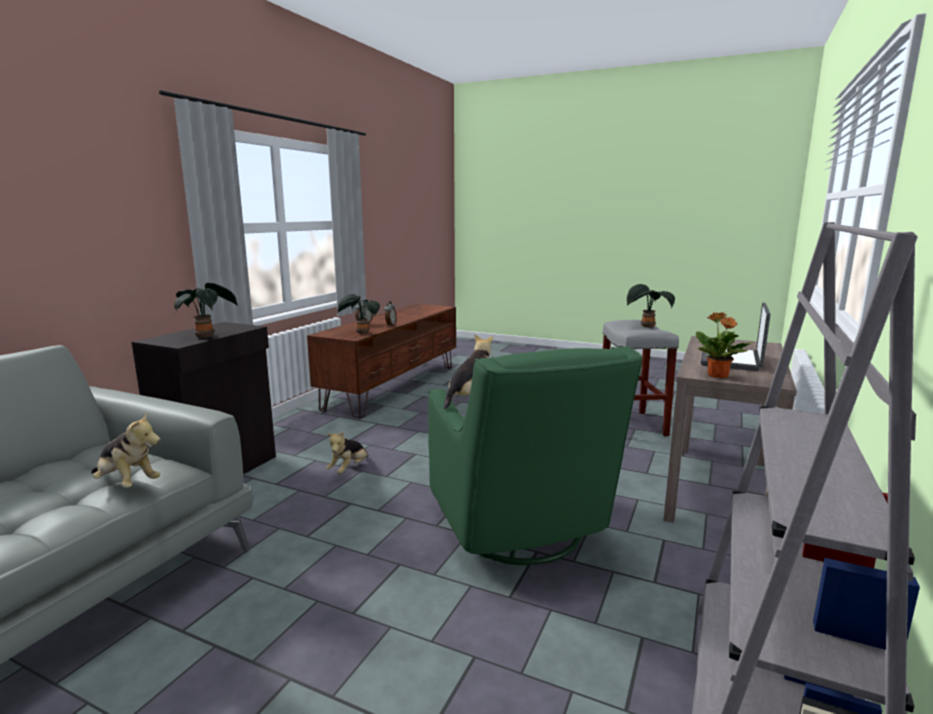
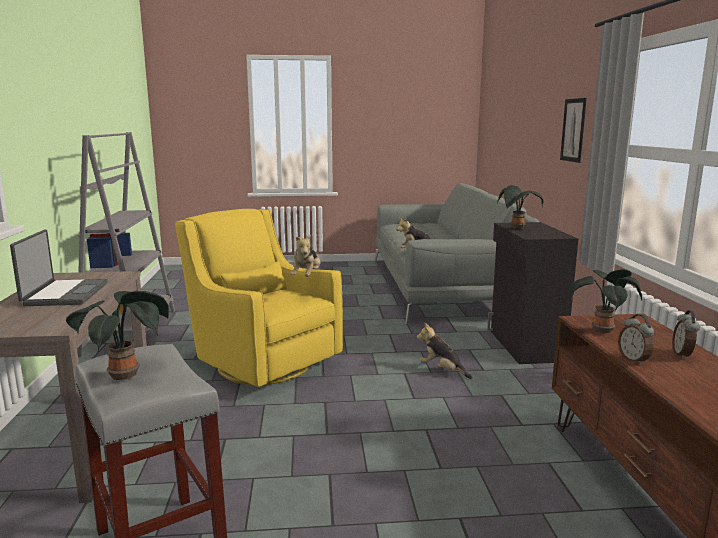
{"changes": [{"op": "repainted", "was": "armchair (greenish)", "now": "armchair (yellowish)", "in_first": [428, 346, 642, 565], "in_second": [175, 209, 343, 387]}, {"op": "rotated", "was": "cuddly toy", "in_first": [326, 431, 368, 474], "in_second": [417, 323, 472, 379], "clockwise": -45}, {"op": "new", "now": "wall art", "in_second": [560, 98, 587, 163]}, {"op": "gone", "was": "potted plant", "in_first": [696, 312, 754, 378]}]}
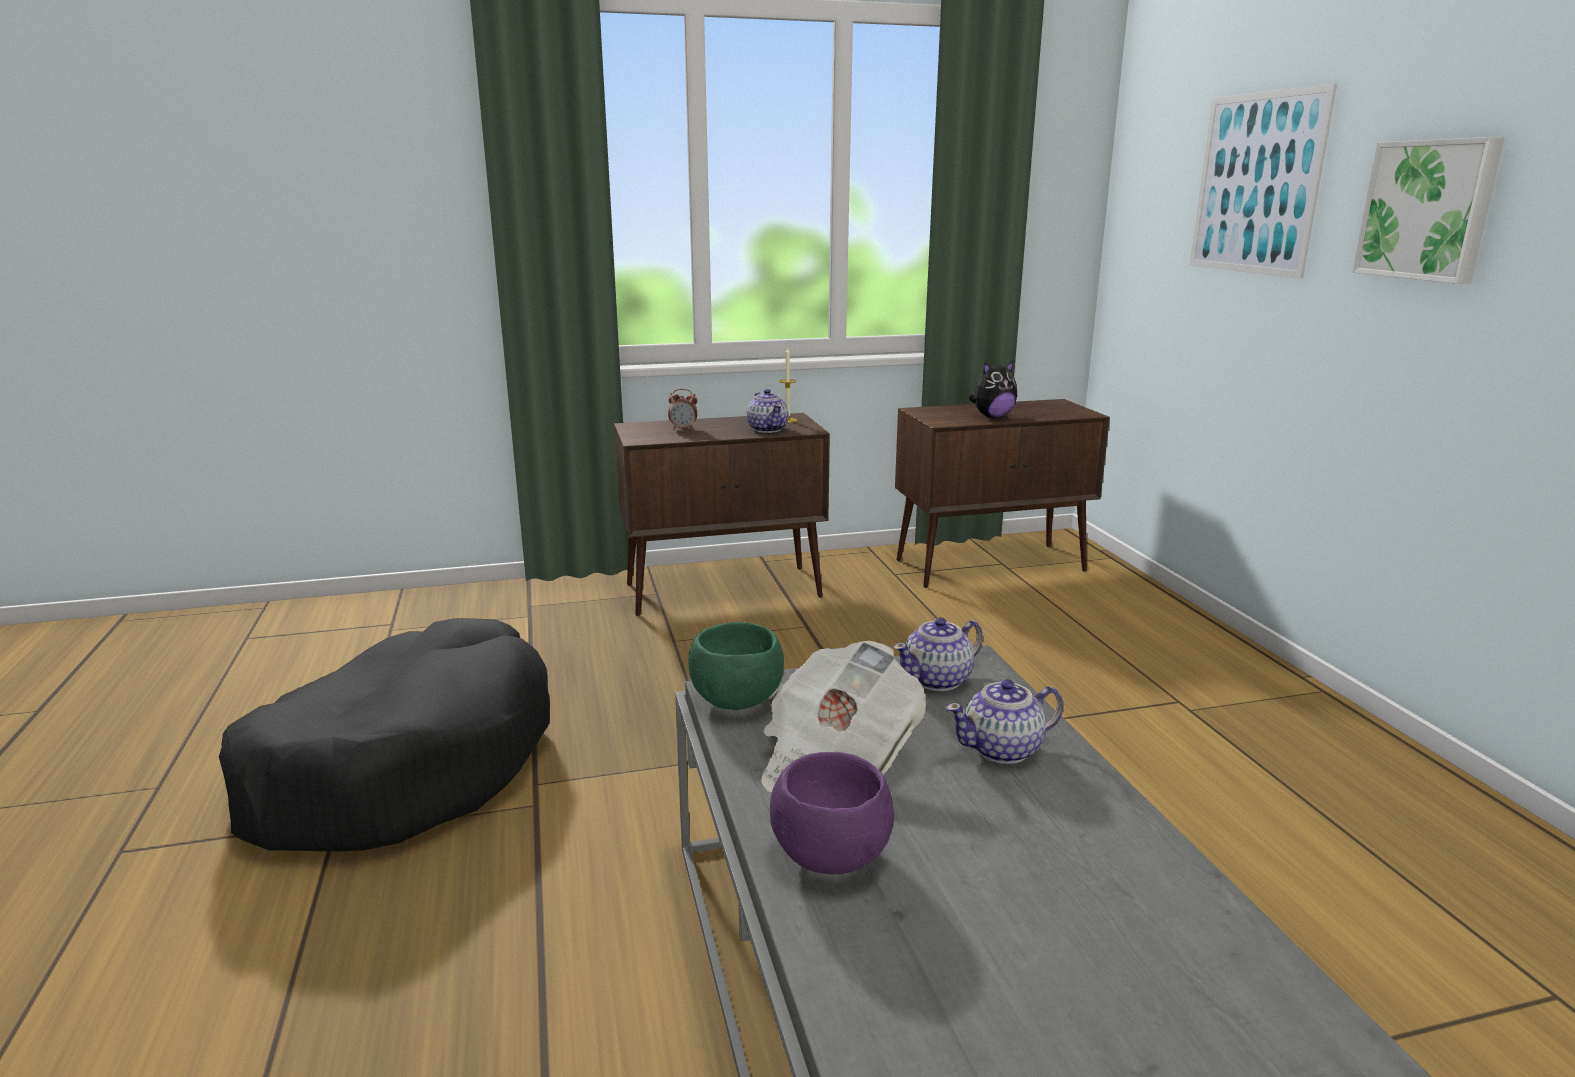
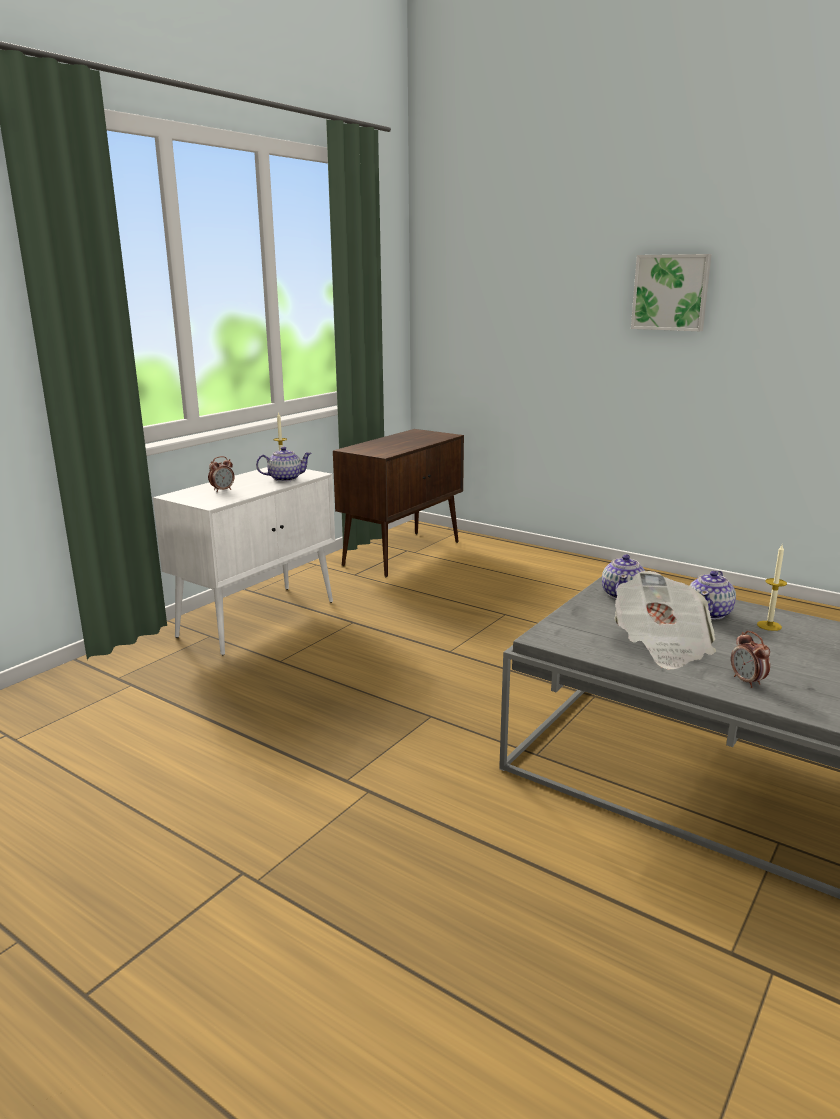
{"changes": [{"op": "repainted", "was": "cabinet (brown)", "now": "cabinet (white-coloured)", "in_first": [614, 413, 830, 616], "in_second": [153, 467, 335, 655]}, {"op": "rotated", "was": "pot for tea", "in_first": [747, 389, 789, 433], "in_second": [256, 447, 312, 482], "clockwise": -45}, {"op": "swapped", "was": "serving bowl (purple)", "now": "bedside clock", "in_first": [770, 752, 894, 875], "in_second": [731, 631, 770, 688]}, {"op": "new", "now": "wax candle", "in_second": [757, 545, 787, 631]}, {"op": "gone", "was": "pet bed (black-coloured)", "in_first": [219, 618, 550, 852]}, {"op": "gone", "was": "serving bowl (greenish)", "in_first": [688, 622, 784, 710]}, {"op": "gone", "was": "cuddly toy", "in_first": [969, 361, 1017, 418]}, {"op": "gone", "was": "wall art", "in_first": [1190, 83, 1337, 279]}]}
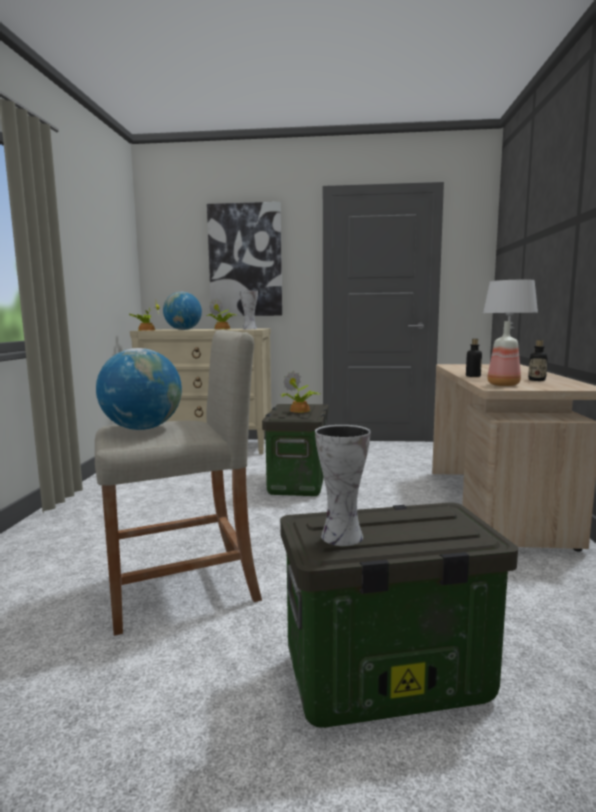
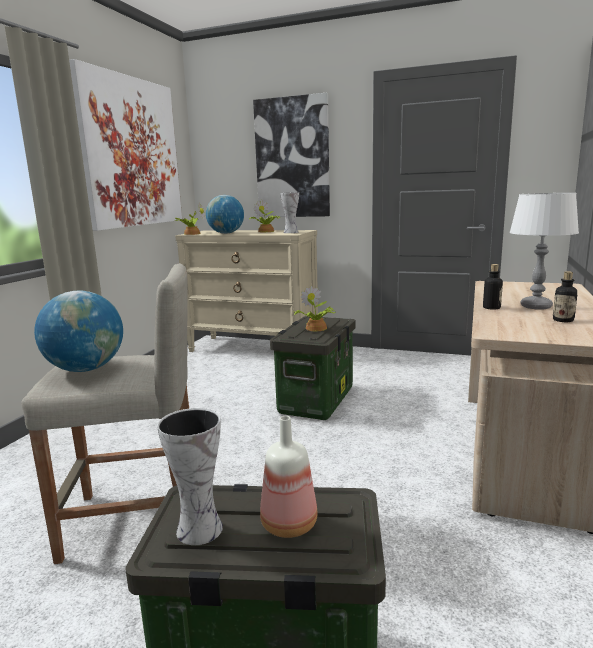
{"changes": [{"op": "new", "now": "wall art", "in_second": [69, 59, 182, 231]}, {"op": "shifted", "was": "drink bottle", "in_first": [487, 321, 521, 386], "in_second": [260, 416, 317, 538]}]}
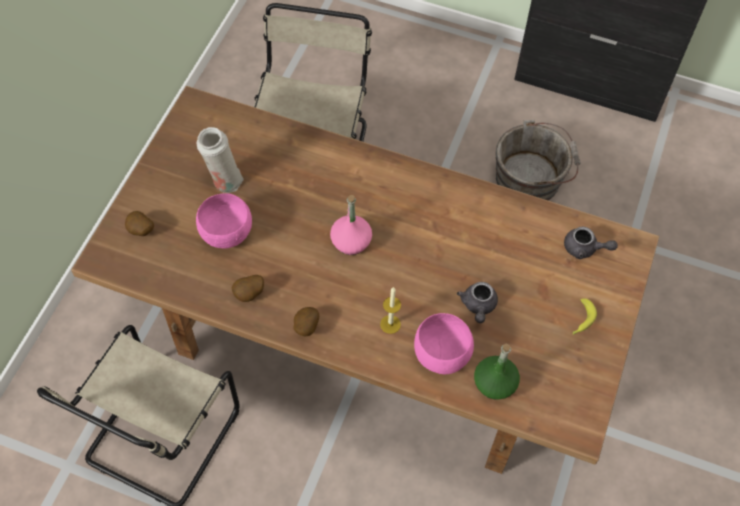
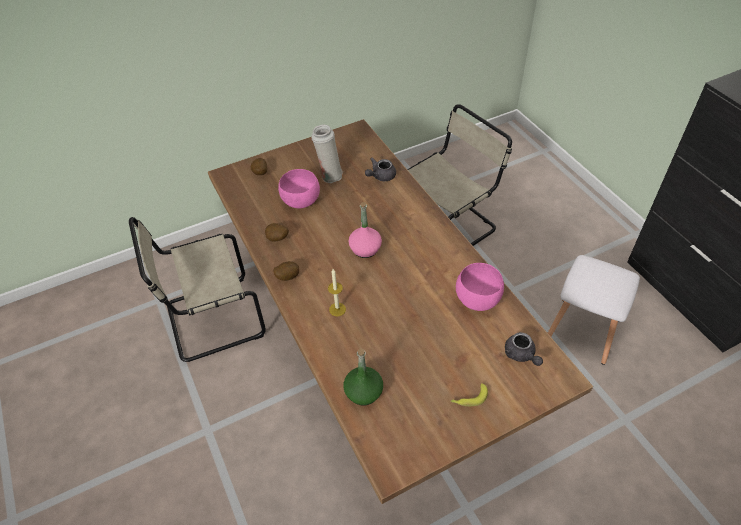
{"changes": [{"op": "shifted", "was": "pot for tea (gray)", "in_first": [457, 282, 498, 323], "in_second": [365, 158, 396, 181]}, {"op": "shifted", "was": "serving bowl (pinkish)", "in_first": [414, 313, 474, 374], "in_second": [456, 263, 504, 311]}, {"op": "swapped", "was": "pail (gray)", "now": "sitting stool (white-coloured)", "in_first": [496, 120, 581, 200], "in_second": [548, 255, 640, 365]}]}
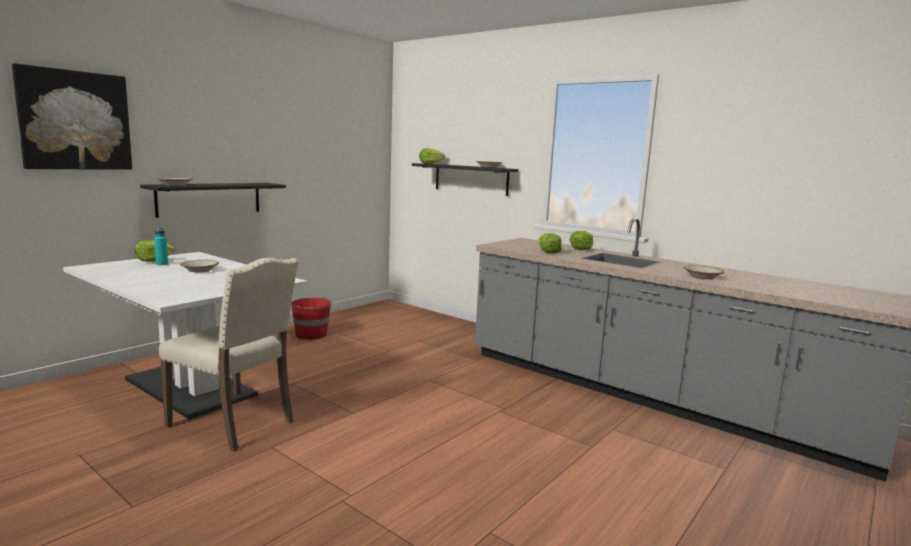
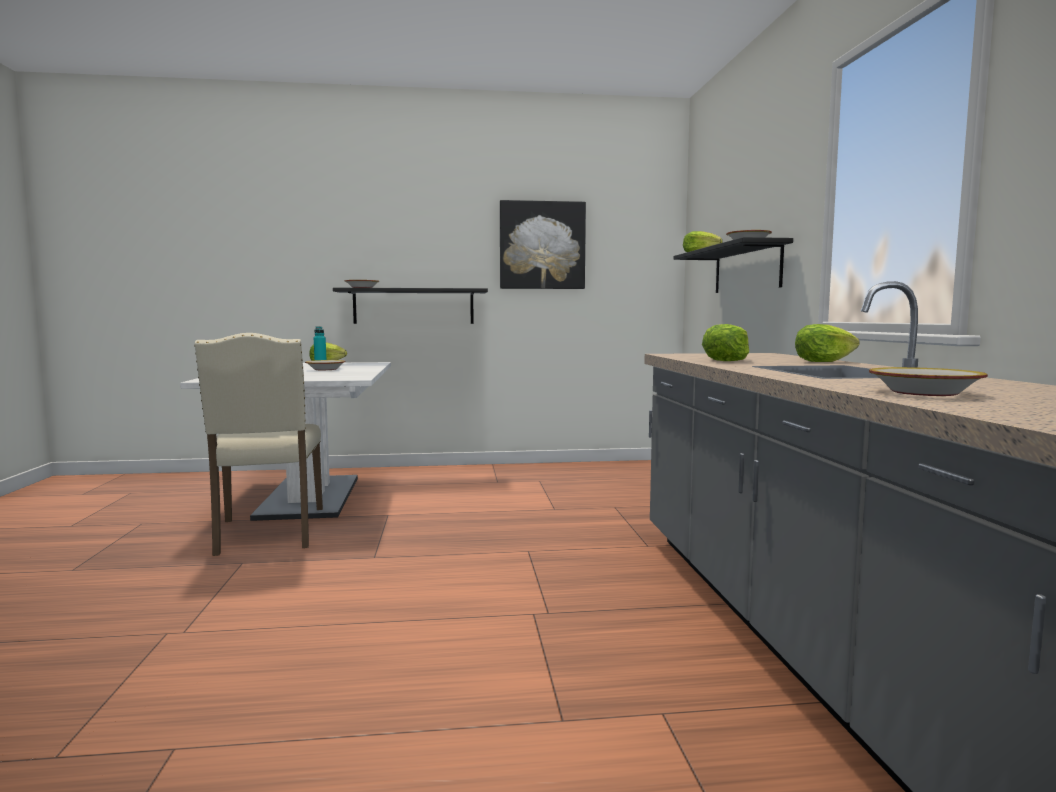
{"changes": [{"op": "shifted", "was": "wall art", "in_first": [12, 63, 132, 170], "in_second": [500, 200, 586, 289]}, {"op": "gone", "was": "pail (red-coloured)", "in_first": [291, 297, 333, 340]}]}
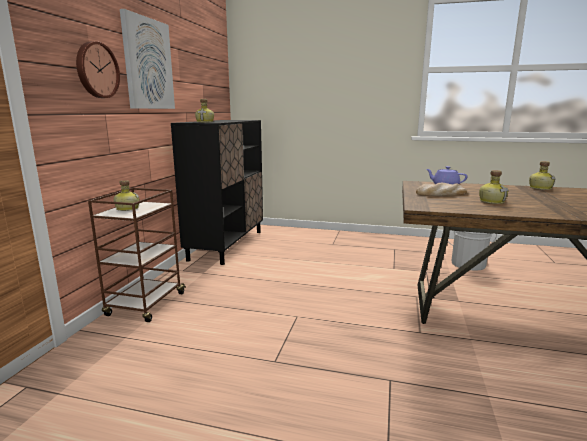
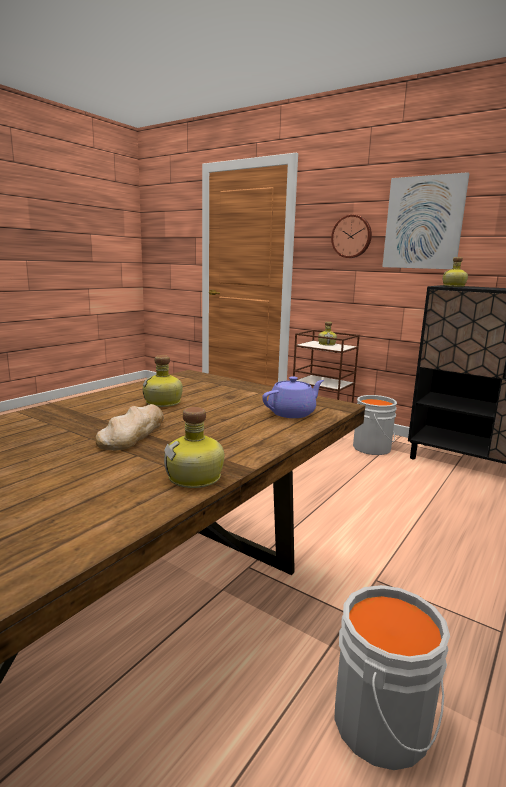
{"changes": [{"op": "shifted", "was": "bread", "in_first": [416, 183, 467, 196], "in_second": [95, 404, 164, 450]}, {"op": "new", "now": "pail (gray)", "in_second": [353, 395, 397, 455]}]}
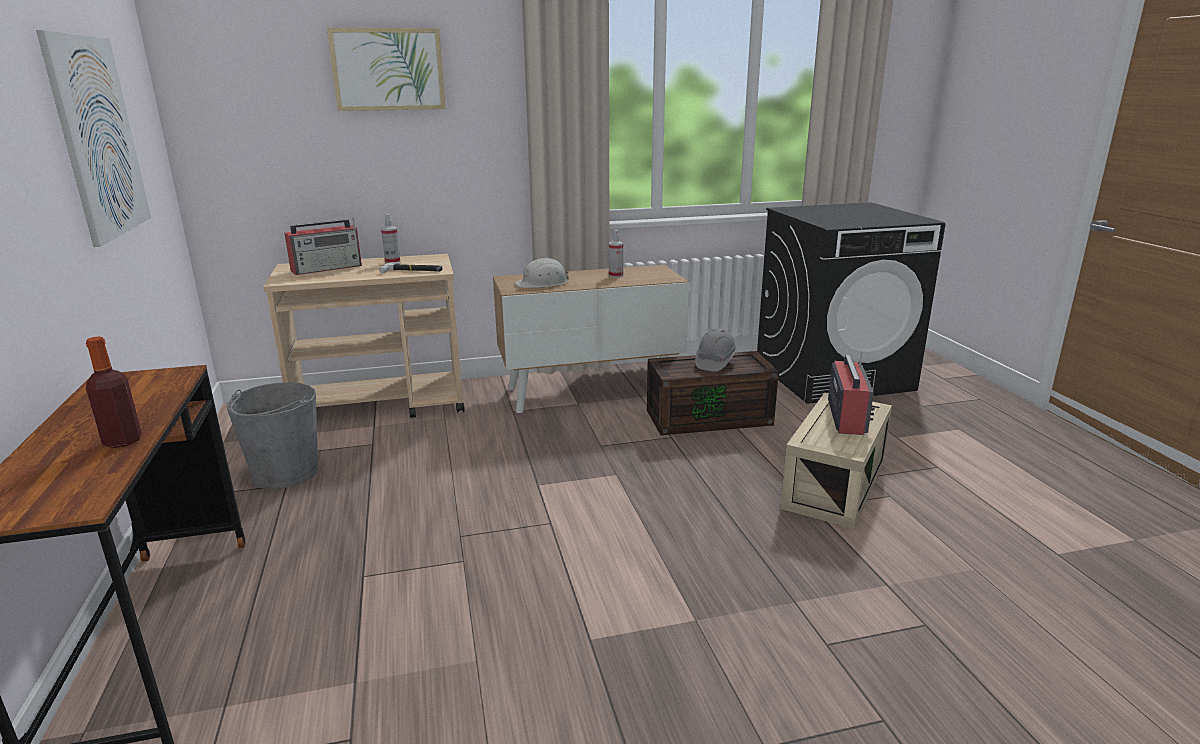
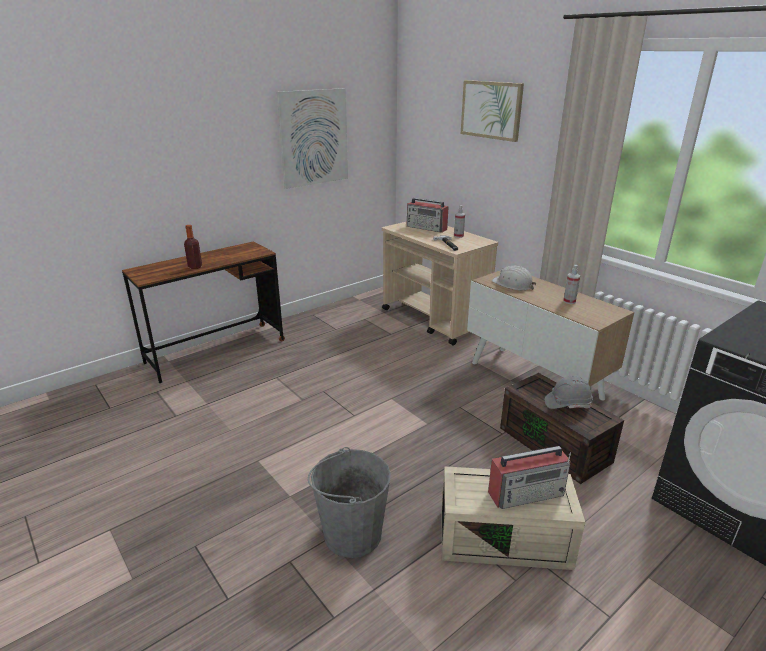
{"changes": [{"op": "shifted", "was": "pail (gray)", "in_first": [227, 382, 319, 489], "in_second": [308, 447, 391, 558]}]}
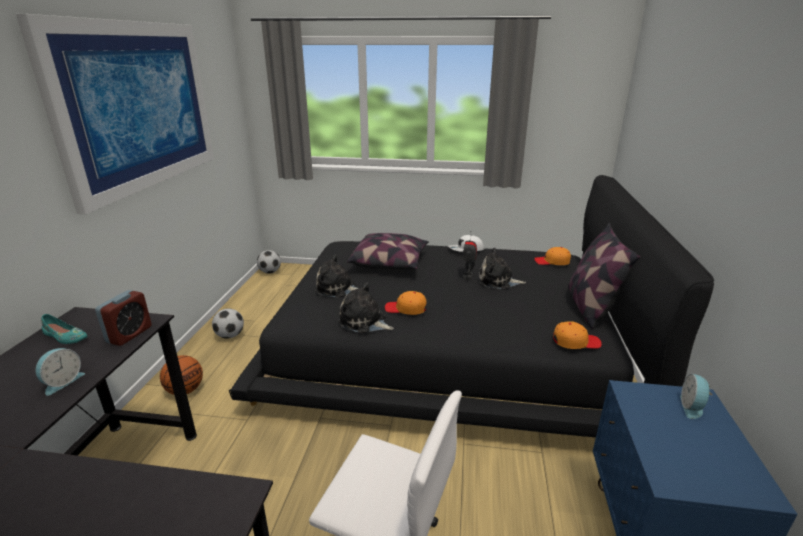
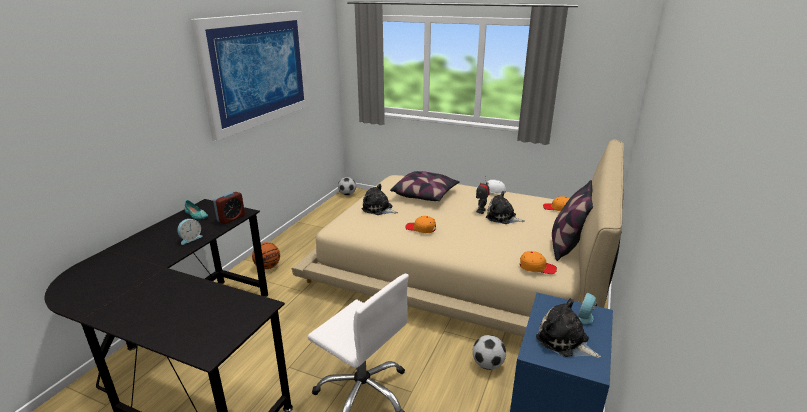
{"changes": [{"op": "repainted", "was": "sleeping bed (black-coloured)", "now": "sleeping bed (beige)", "in_first": [229, 175, 714, 437], "in_second": [292, 140, 624, 337]}, {"op": "shifted", "was": "ball for football", "in_first": [212, 308, 244, 339], "in_second": [473, 335, 506, 370]}, {"op": "shifted", "was": "cuddly toy", "in_first": [338, 283, 394, 333], "in_second": [536, 298, 601, 358]}]}
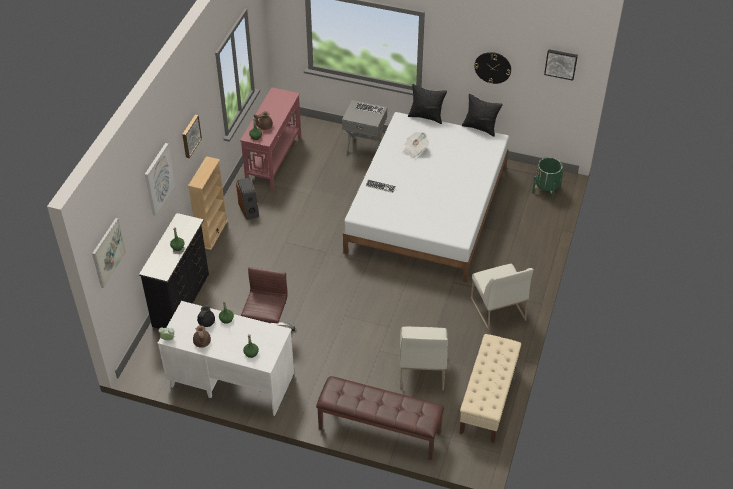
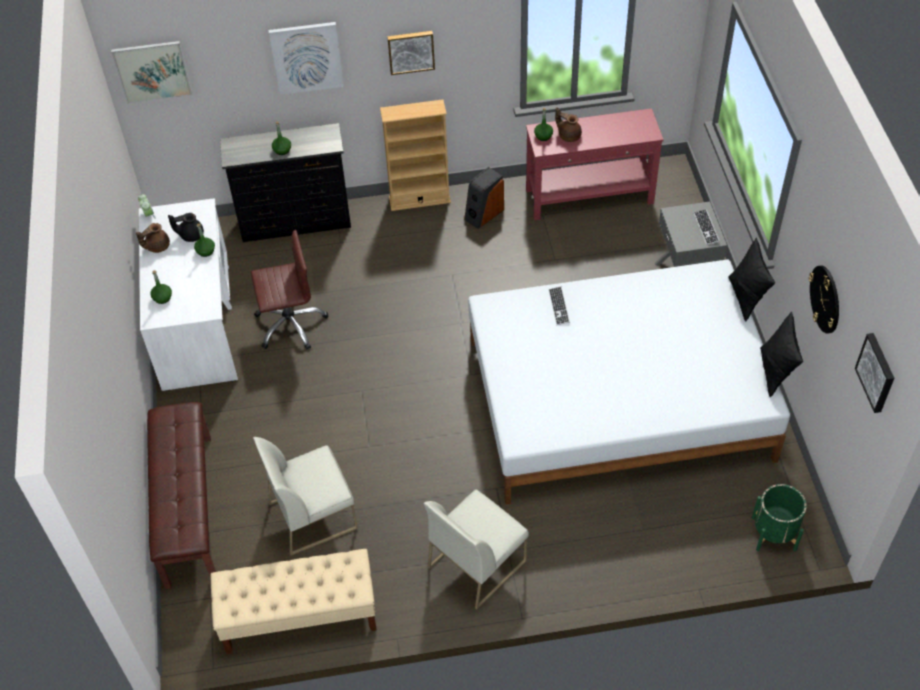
{"changes": [{"op": "gone", "was": "daily paper", "in_first": [402, 132, 429, 157]}]}
